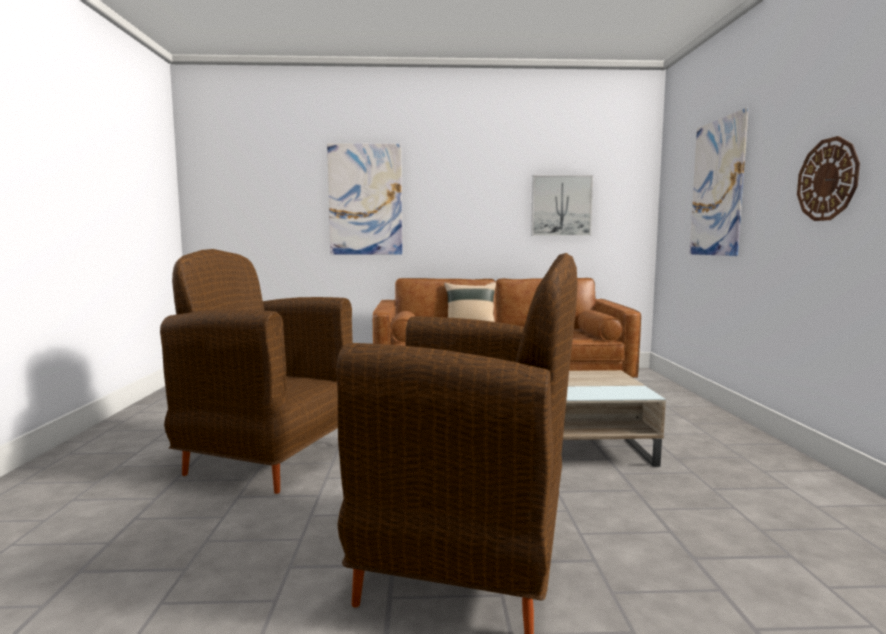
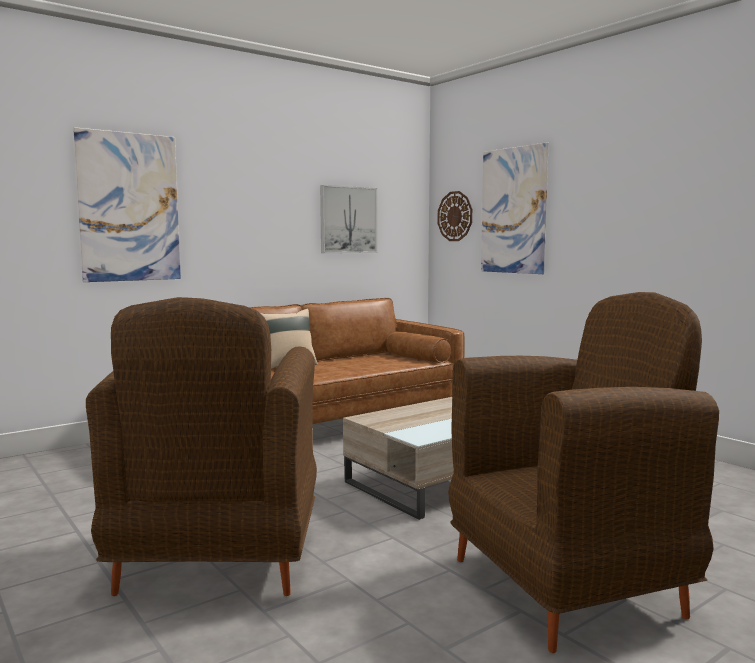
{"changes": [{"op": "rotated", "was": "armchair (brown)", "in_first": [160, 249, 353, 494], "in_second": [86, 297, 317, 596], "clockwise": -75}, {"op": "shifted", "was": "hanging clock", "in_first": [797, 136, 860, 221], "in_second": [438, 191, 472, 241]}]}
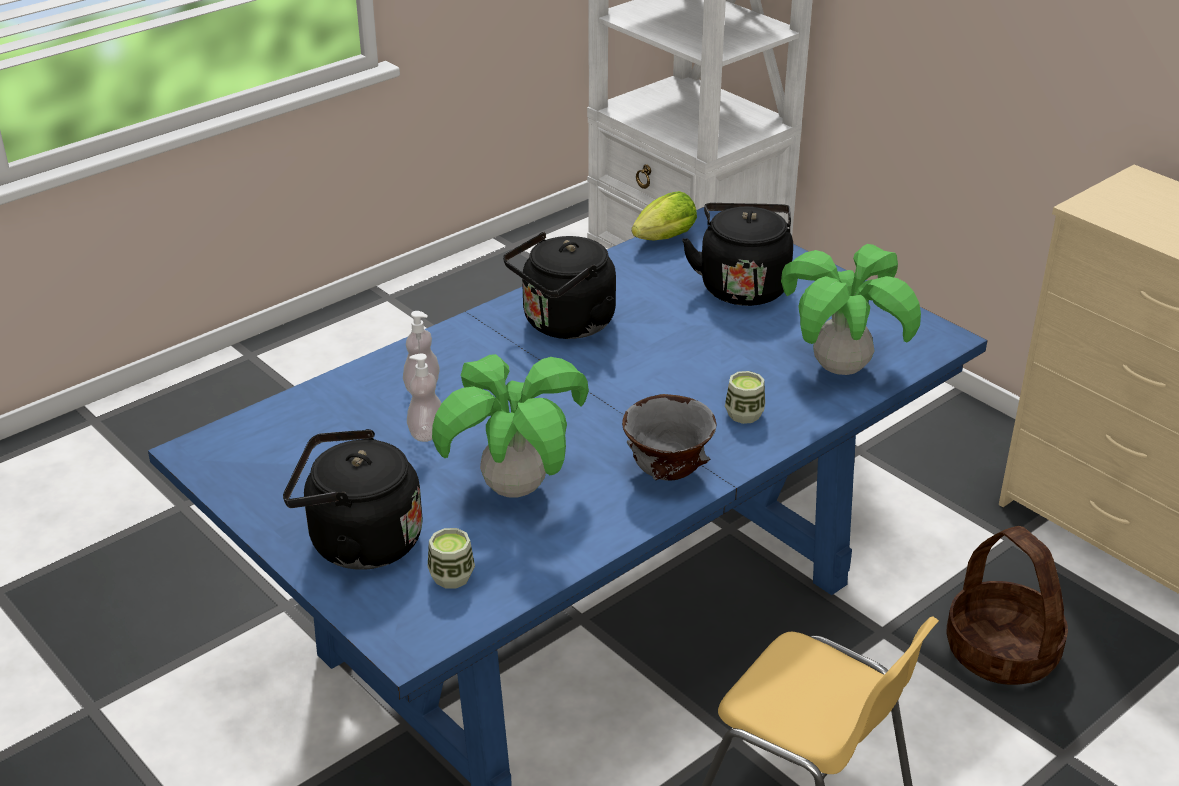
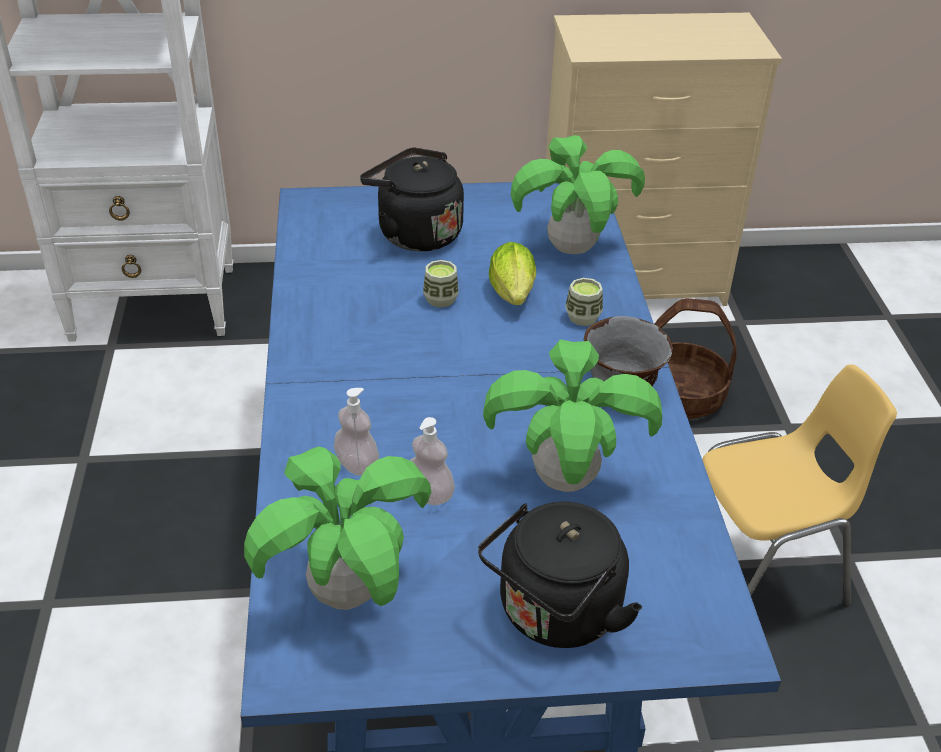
{"changes": [{"op": "new", "now": "potted plant", "in_second": [244, 446, 431, 610]}, {"op": "shifted", "was": "drinking cup", "in_first": [428, 528, 475, 589], "in_second": [423, 260, 459, 308]}, {"op": "shifted", "was": "lettuce", "in_first": [632, 191, 697, 241], "in_second": [489, 242, 536, 305]}, {"op": "gone", "was": "tea kettle (black-coloured)", "in_first": [503, 232, 616, 339]}]}
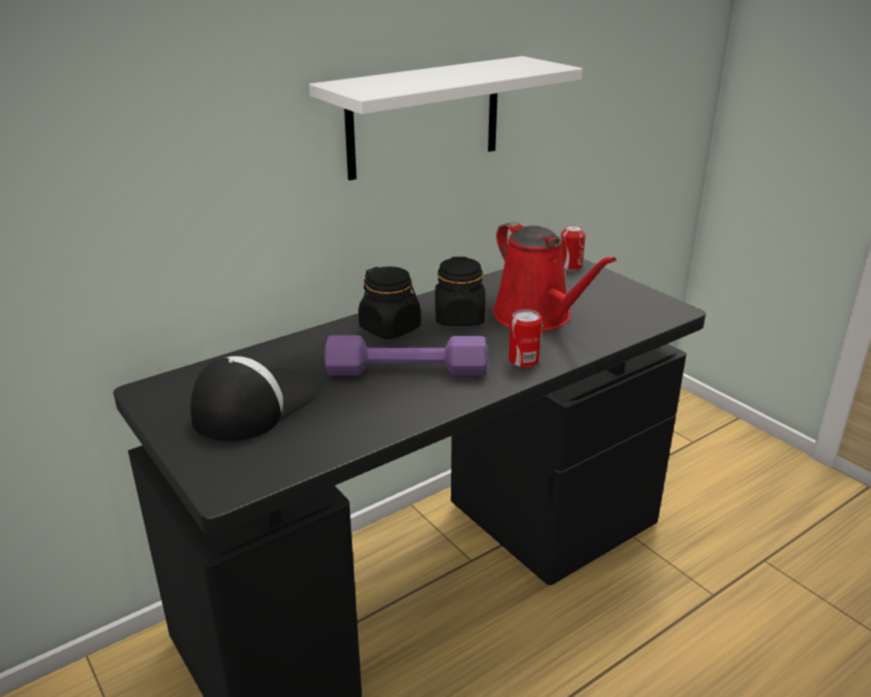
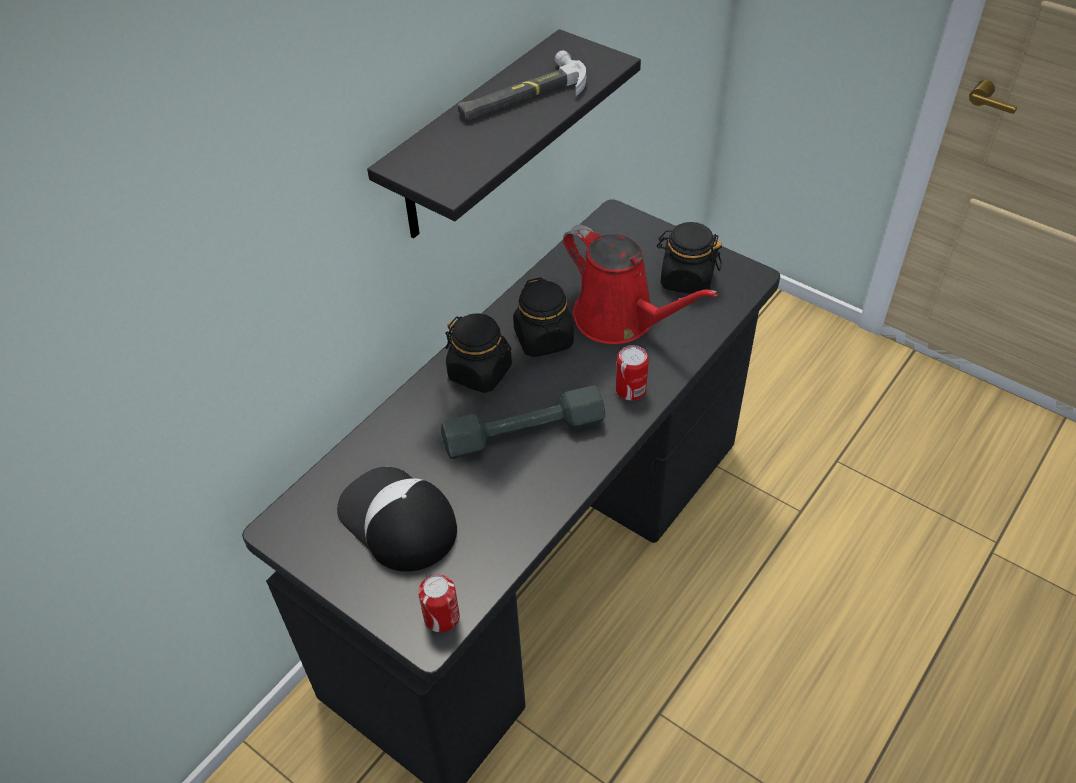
{"changes": [{"op": "rotated", "was": "baseball cap", "in_first": [190, 356, 315, 441], "in_second": [337, 467, 457, 571], "clockwise": -60}, {"op": "repainted", "was": "wall shelf (white-coloured)", "now": "wall shelf (black-coloured)", "in_first": [309, 56, 583, 180], "in_second": [367, 29, 641, 238]}, {"op": "shifted", "was": "metal can", "in_first": [560, 225, 586, 271], "in_second": [418, 575, 460, 632]}, {"op": "repainted", "was": "hand weight (purple)", "now": "hand weight (gray)", "in_first": [324, 335, 488, 376], "in_second": [441, 385, 605, 459]}, {"op": "new", "now": "hammer", "in_second": [458, 50, 586, 120]}, {"op": "new", "now": "jar (black-coloured)", "in_second": [657, 222, 722, 294]}]}
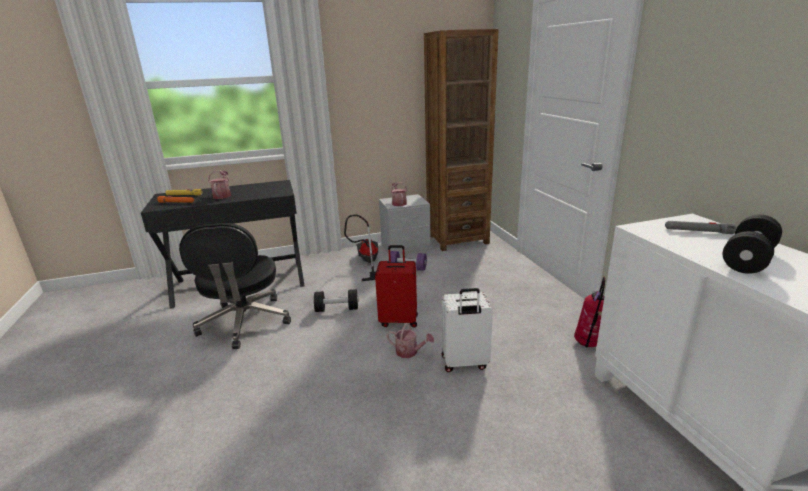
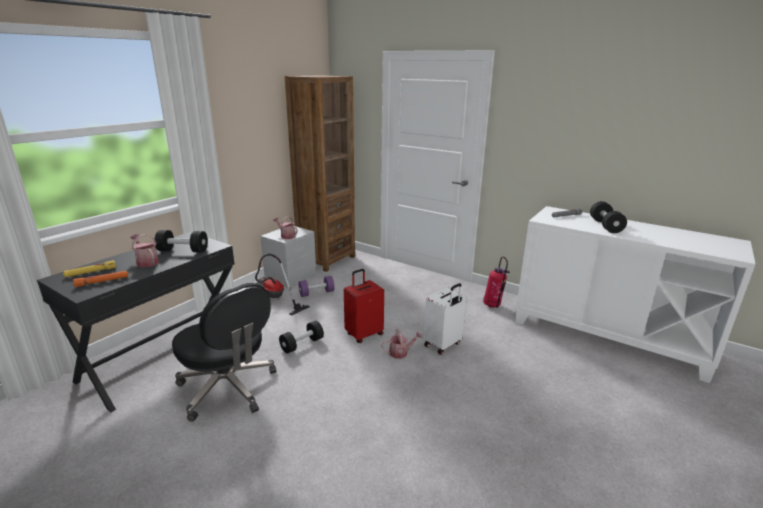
{"changes": [{"op": "new", "now": "hand weight (black-coloured)", "in_second": [155, 230, 208, 252]}]}
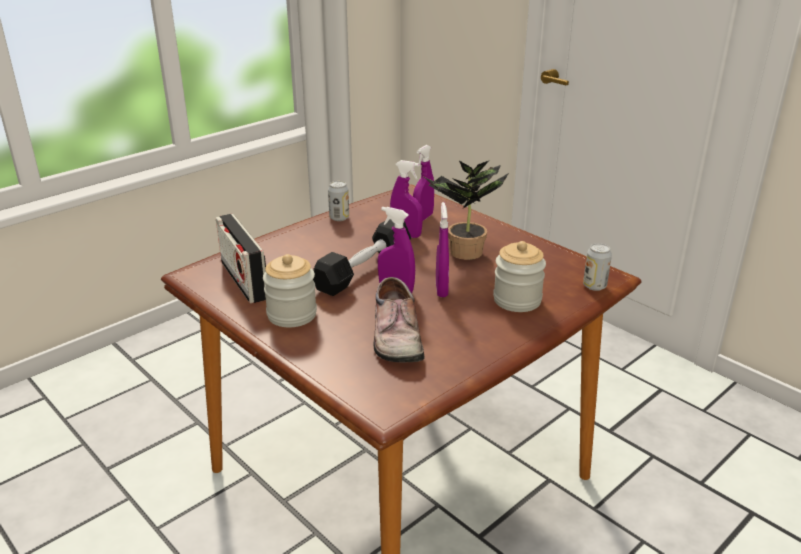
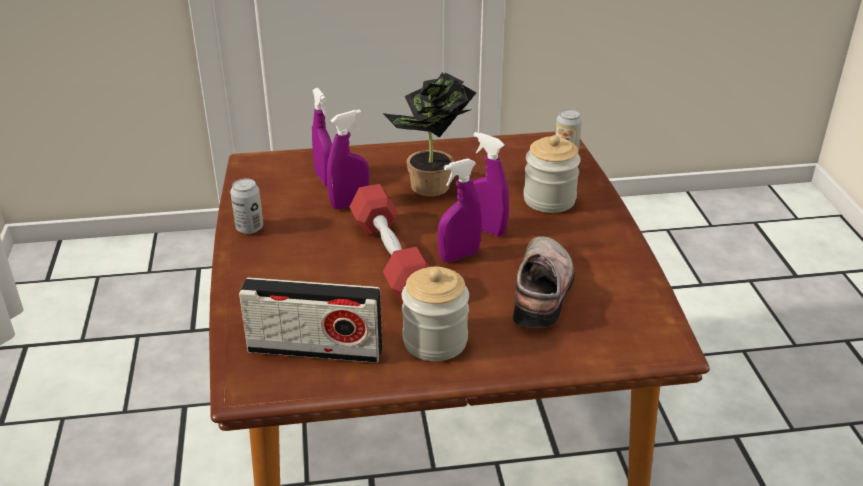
{"changes": [{"op": "repainted", "was": "hand weight (black-coloured)", "now": "hand weight (red-coloured)", "in_first": [313, 219, 411, 296], "in_second": [350, 184, 430, 303]}, {"op": "rotated", "was": "shoe", "in_first": [373, 277, 425, 362], "in_second": [513, 236, 575, 328], "clockwise": -105}]}
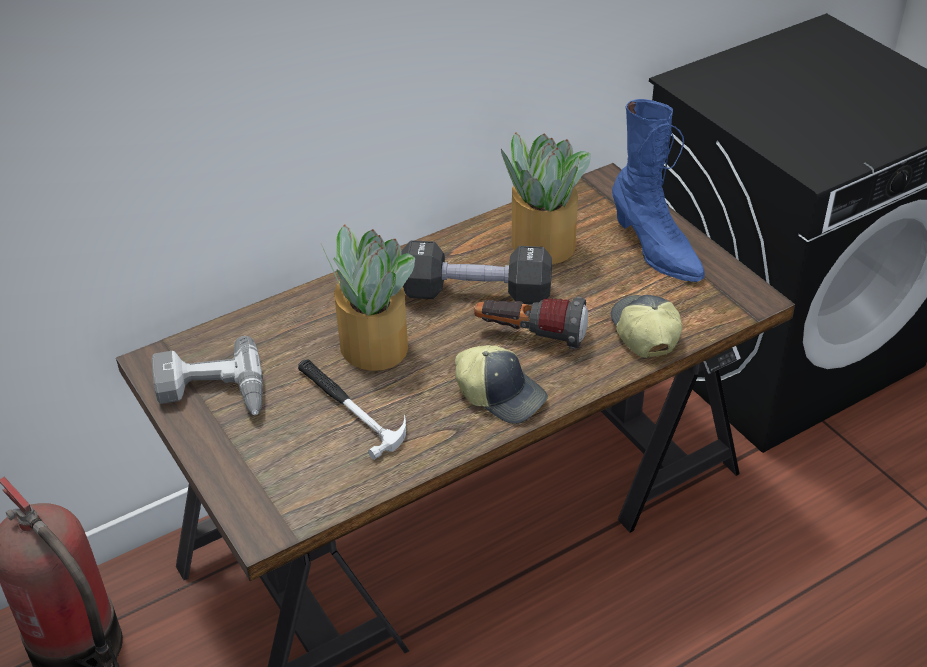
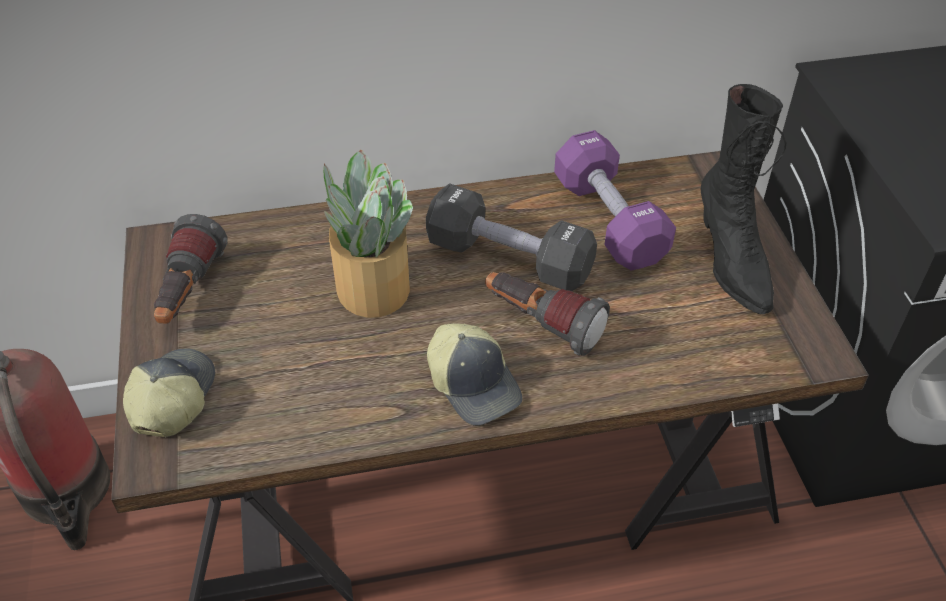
{"changes": [{"op": "shifted", "was": "baseball cap", "in_first": [611, 295, 682, 358], "in_second": [123, 348, 215, 437]}, {"op": "swapped", "was": "power drill", "now": "torch", "in_first": [152, 336, 263, 415], "in_second": [154, 214, 228, 324]}, {"op": "swapped", "was": "potted plant", "now": "hand weight (purple)", "in_first": [501, 132, 591, 264], "in_second": [554, 130, 676, 271]}, {"op": "repainted", "was": "high-top boot (blue-coloured)", "now": "high-top boot (black-coloured)", "in_first": [612, 99, 705, 282], "in_second": [700, 84, 787, 314]}, {"op": "gone", "was": "hammer", "in_first": [298, 359, 406, 460]}]}
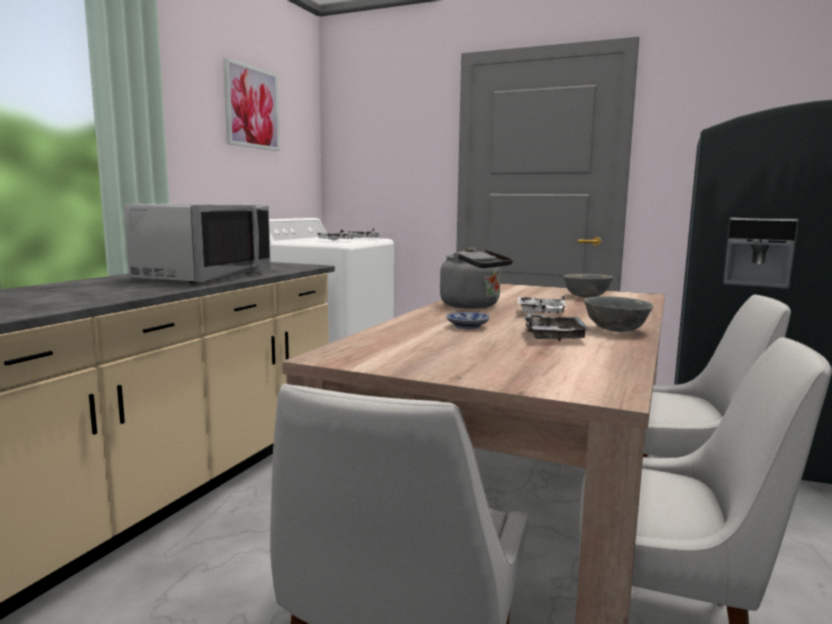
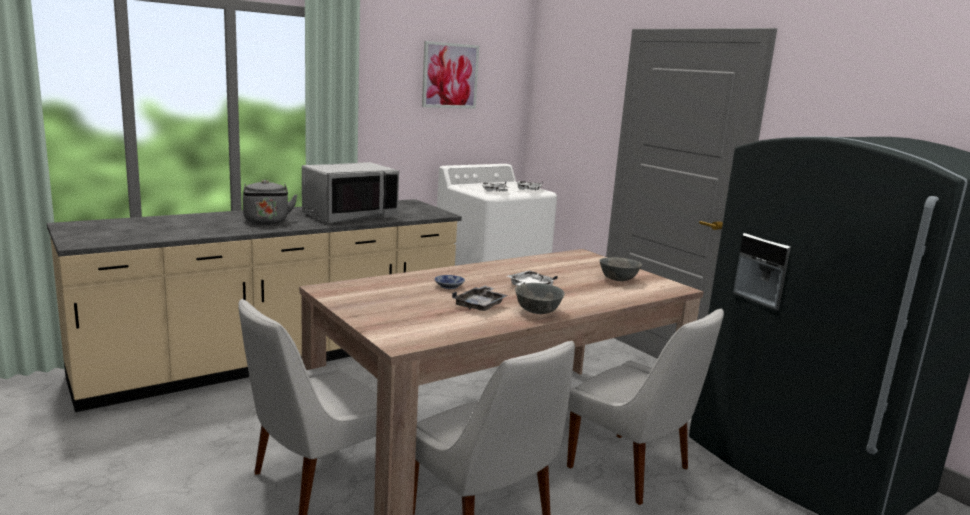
{"changes": [{"op": "shifted", "was": "tea kettle (gray)", "in_first": [440, 247, 513, 309], "in_second": [243, 180, 297, 224]}]}
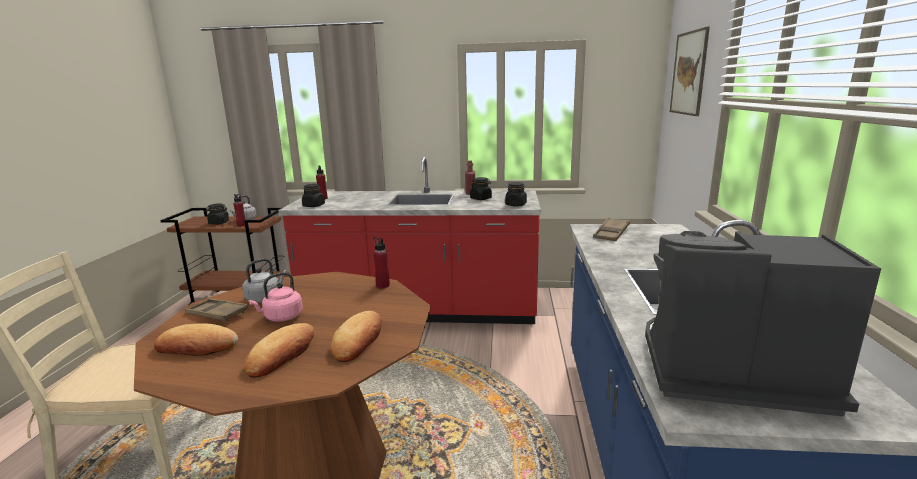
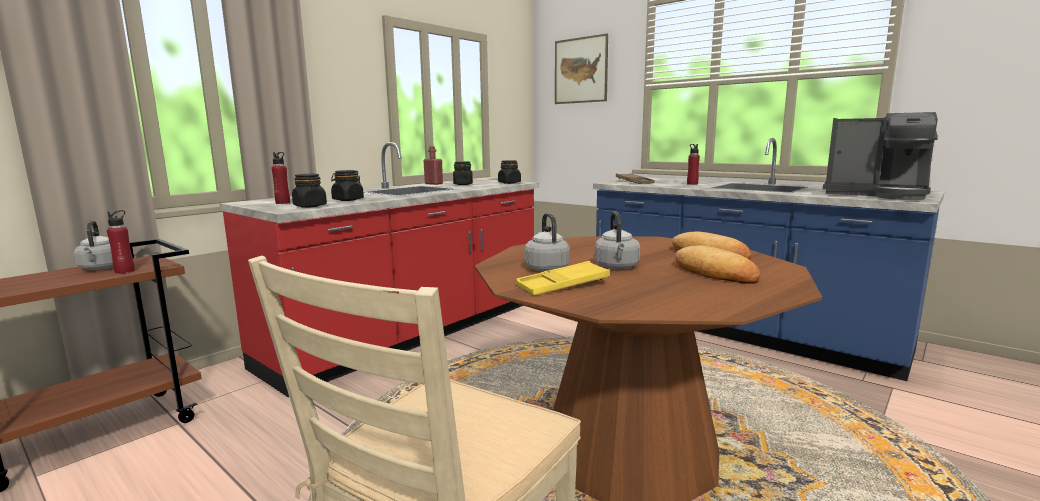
{"changes": [{"op": "shifted", "was": "jar (black-coloured)", "in_first": [205, 203, 229, 224], "in_second": [331, 170, 364, 201]}, {"op": "repainted", "was": "tray (brown)", "now": "tray (yellowish)", "in_first": [185, 298, 249, 321], "in_second": [516, 261, 610, 295]}, {"op": "repainted", "was": "tea kettle (pinkish)", "now": "tea kettle (gray)", "in_first": [249, 272, 303, 322], "in_second": [595, 211, 640, 269]}, {"op": "shifted", "was": "drink bottle (red-coloured)", "in_first": [373, 237, 390, 288], "in_second": [687, 144, 700, 185]}, {"op": "rotated", "was": "coffee maker", "in_first": [645, 231, 881, 417], "in_second": [823, 112, 938, 200], "clockwise": -105}, {"op": "gone", "was": "bread", "in_first": [154, 323, 238, 356]}]}
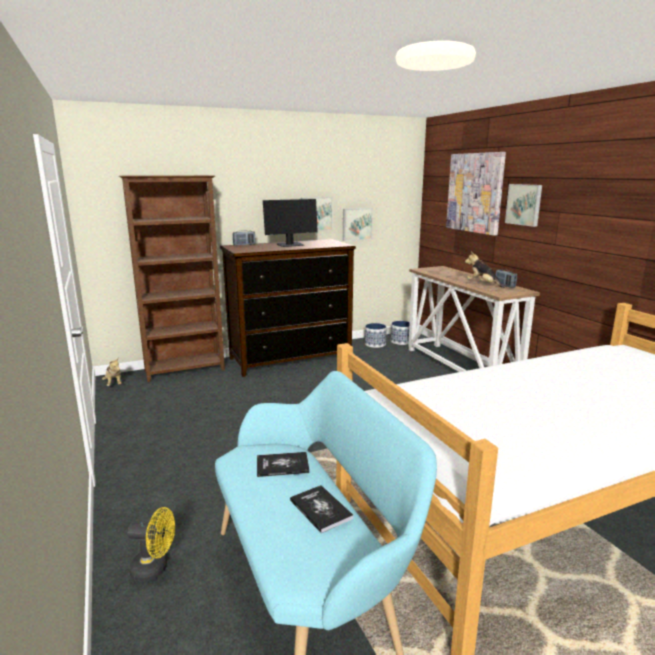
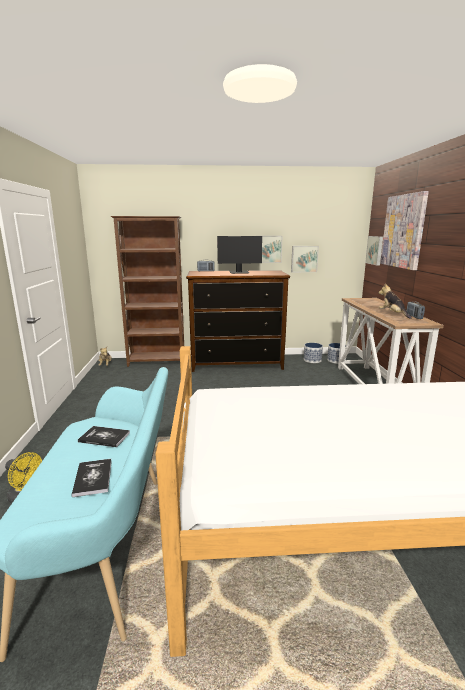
{"changes": [{"op": "shifted", "was": "wall art", "in_first": [505, 184, 542, 227], "in_second": [365, 236, 383, 265]}]}
